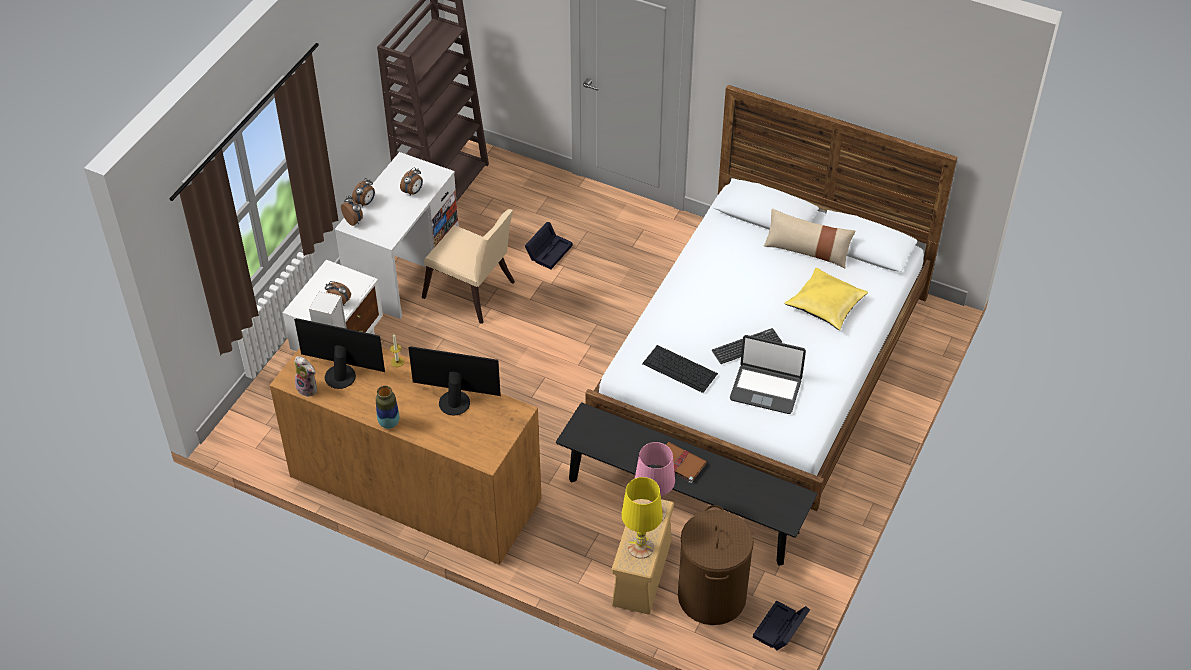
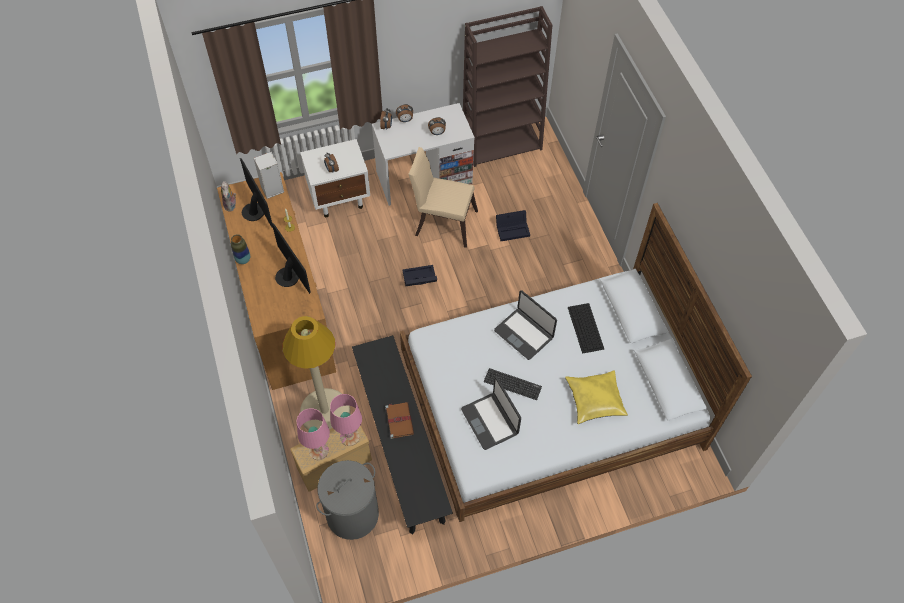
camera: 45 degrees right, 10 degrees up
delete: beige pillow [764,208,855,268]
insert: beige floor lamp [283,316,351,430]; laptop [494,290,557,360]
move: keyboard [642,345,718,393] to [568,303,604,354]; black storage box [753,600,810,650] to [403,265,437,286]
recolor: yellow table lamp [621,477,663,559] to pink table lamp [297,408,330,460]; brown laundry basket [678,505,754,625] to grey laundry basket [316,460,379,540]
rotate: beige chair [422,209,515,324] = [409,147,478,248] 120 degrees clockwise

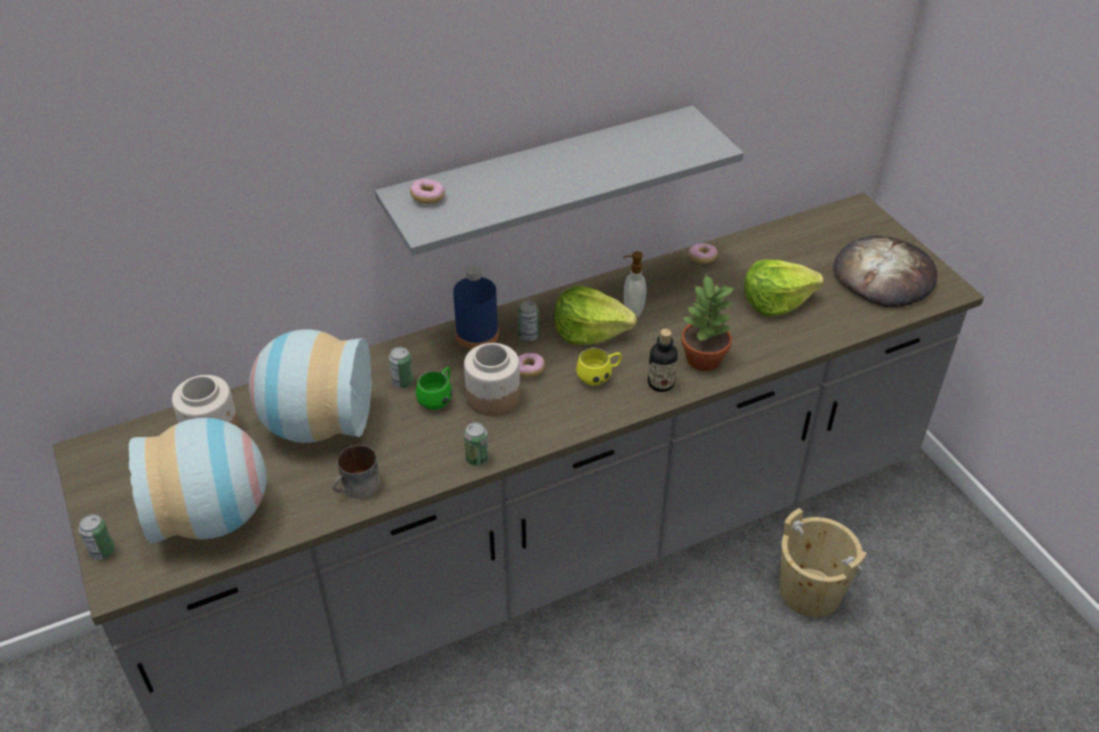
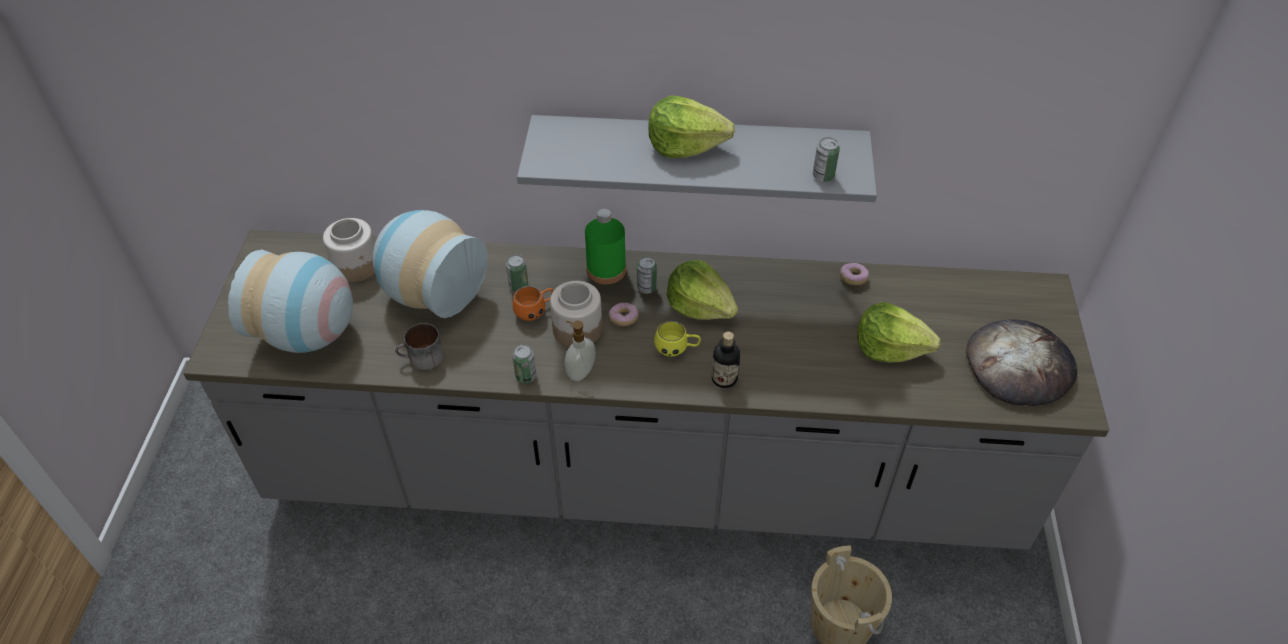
camera: 30 degrees right, 5 degrees up
delete: donut [410,179,445,204]; potted plant [681,275,735,371]
insert: lettuce [649,95,735,158]
move: can [78,514,115,560] to [813,137,840,182]; soap dispenser [623,251,646,318] to [565,321,596,381]
recolor: green mug [416,367,452,410] to orange mug [512,286,554,321]; blue bottle [453,266,499,349] to green bottle [585,209,626,284]

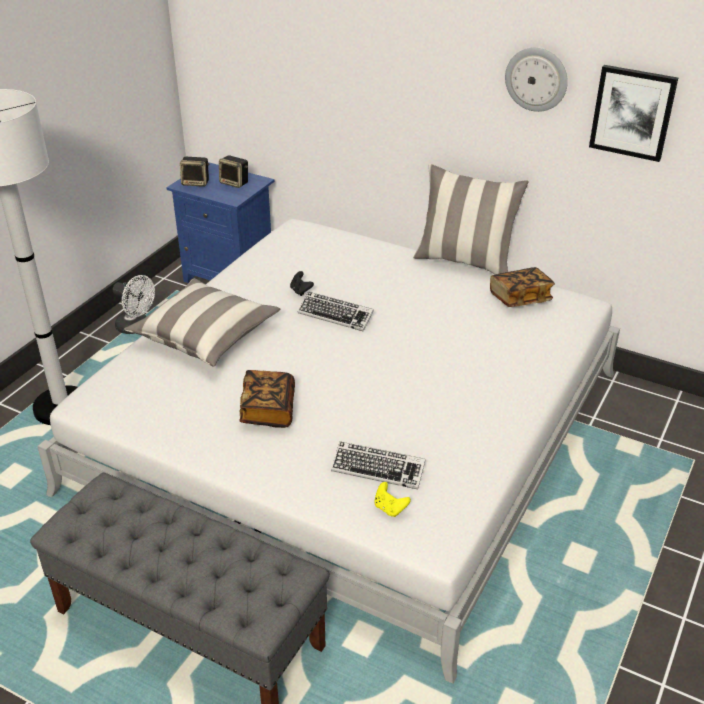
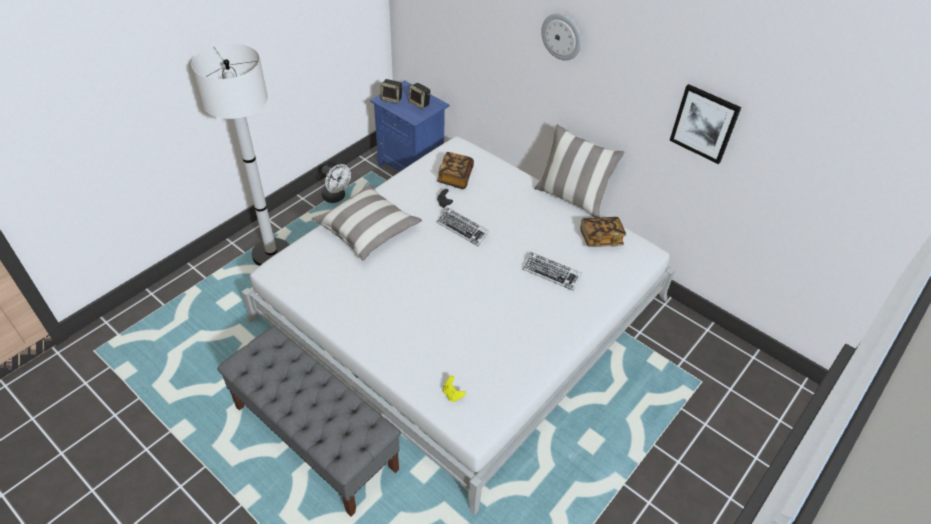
camera: 10 degrees right, 10 degrees up
move: book [240,370,295,428] to [437,152,474,189]; keyboard [331,441,426,489] to [523,252,582,291]; wall clock [505,48,568,112] to [541,14,581,61]

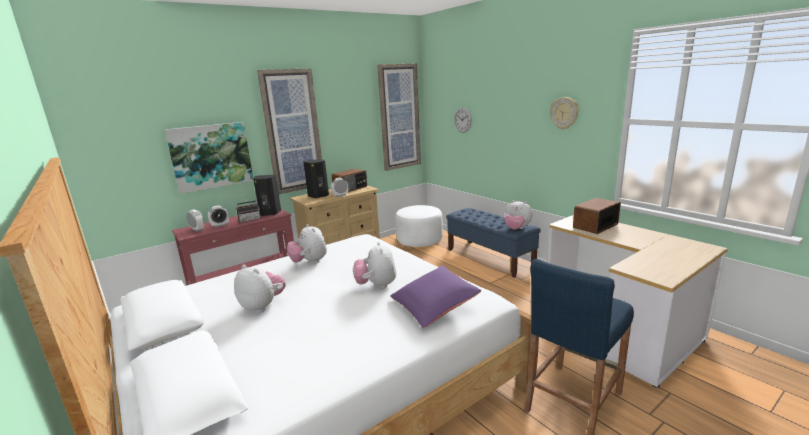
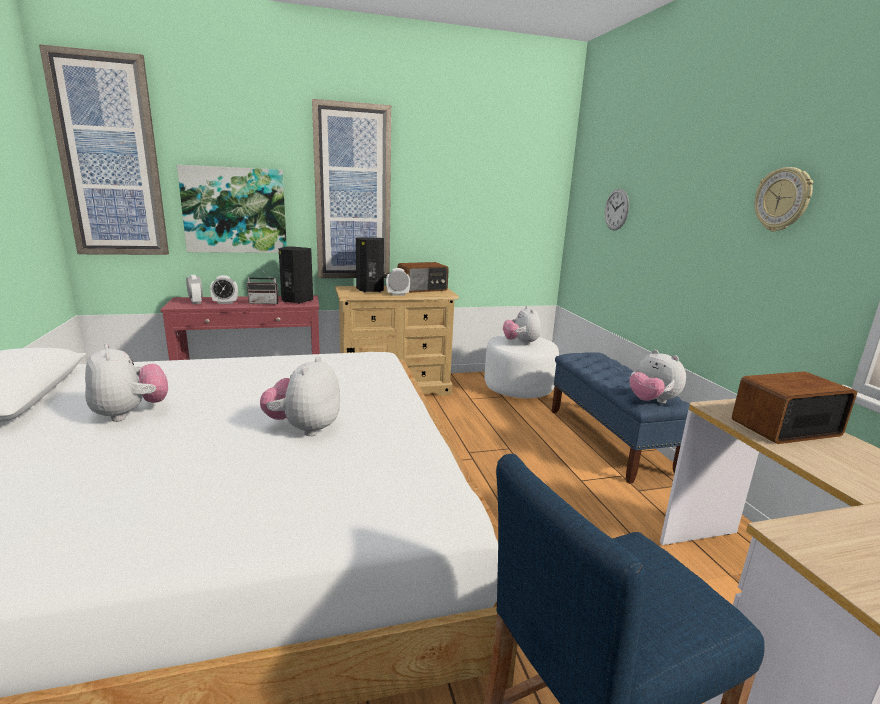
camera: 20 degrees right, 0 degrees up
delete: purple pillow [390,265,481,328]
move: plush toy [287,224,327,264] to [503,306,541,345]; picture [377,63,421,171] to [39,44,169,255]

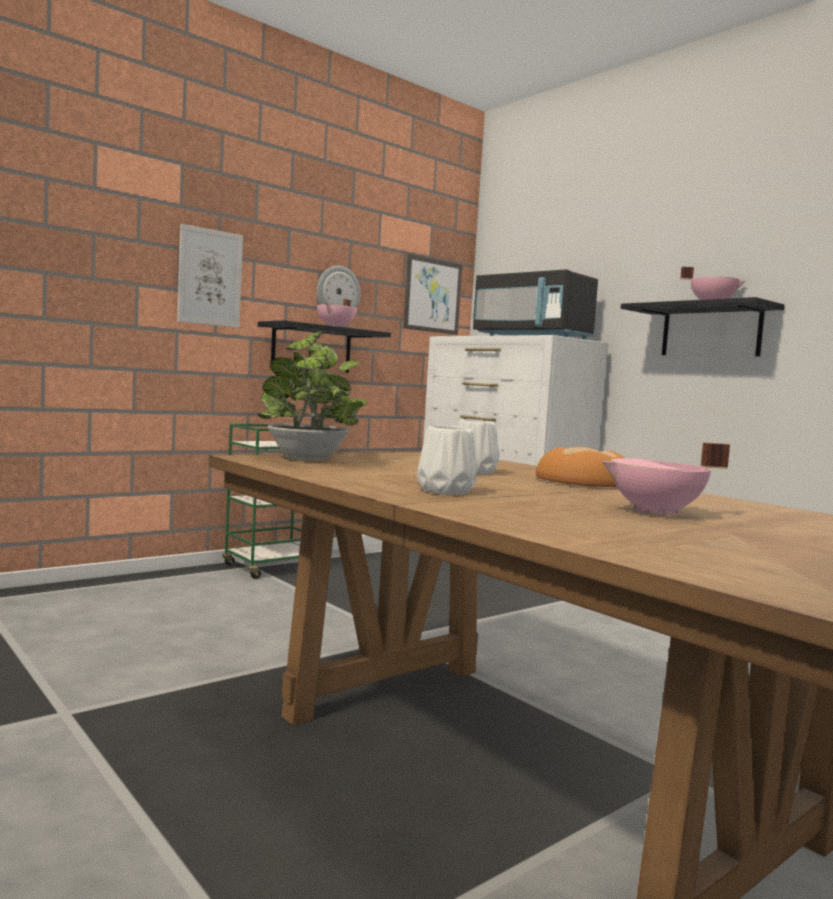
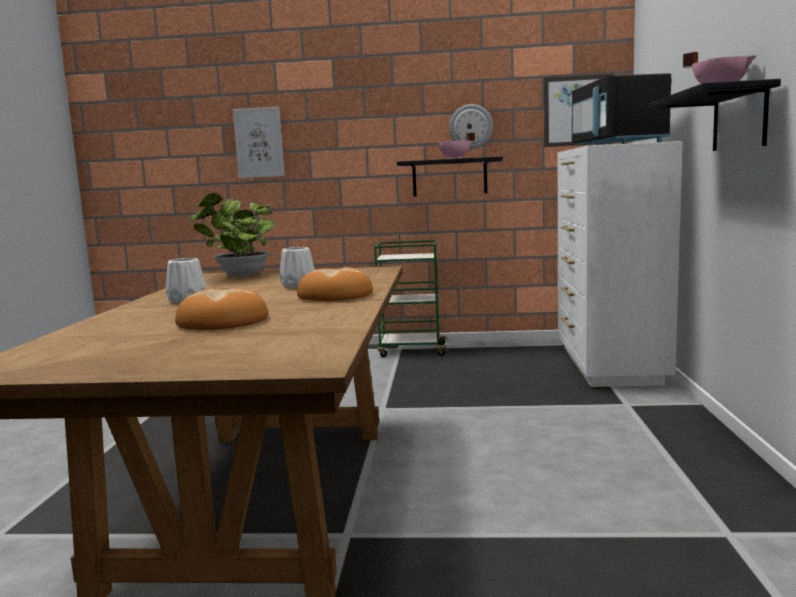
camera: 45 degrees right, 5 degrees up
move: picture [177,224,243,328] to [233,107,285,178]
replace: pink cooking pot [601,443,730,517] to bread [175,288,269,330]

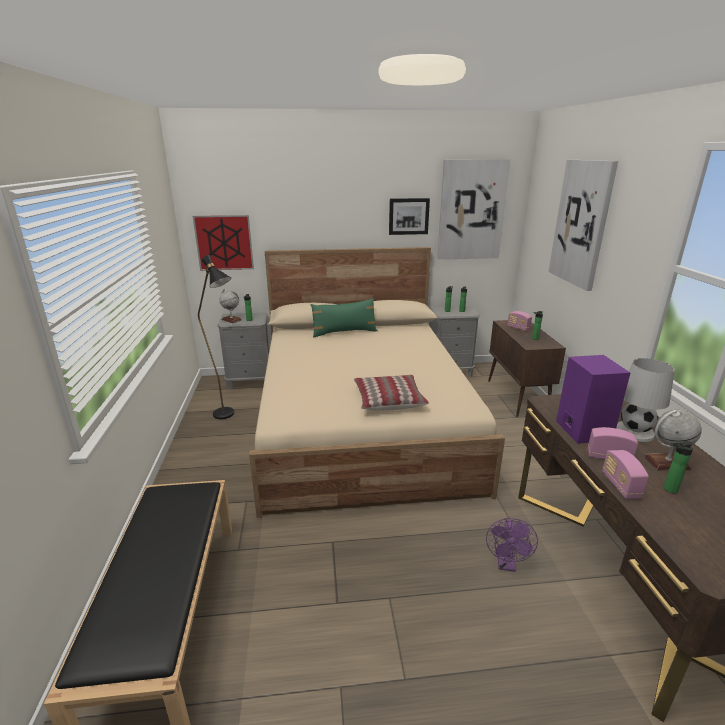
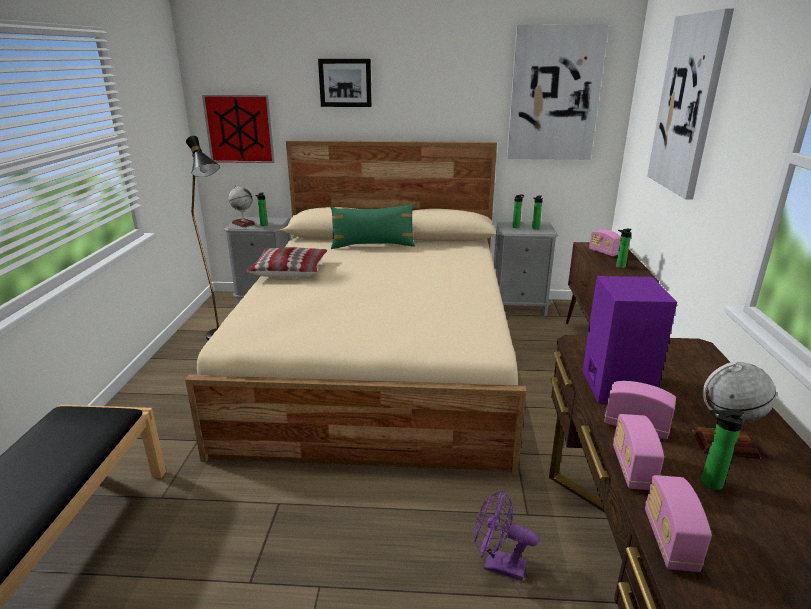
camera: 10 degrees right, 0 degrees up
delete: white table lamp [616,358,675,442]
insert: radio [645,475,712,572]
move: pillow [354,375,429,411] to [246,247,327,278]; picture [389,198,430,235] to [318,59,372,107]
rotate: purple fan [486,518,538,572] = [474,489,539,581] 90 degrees clockwise

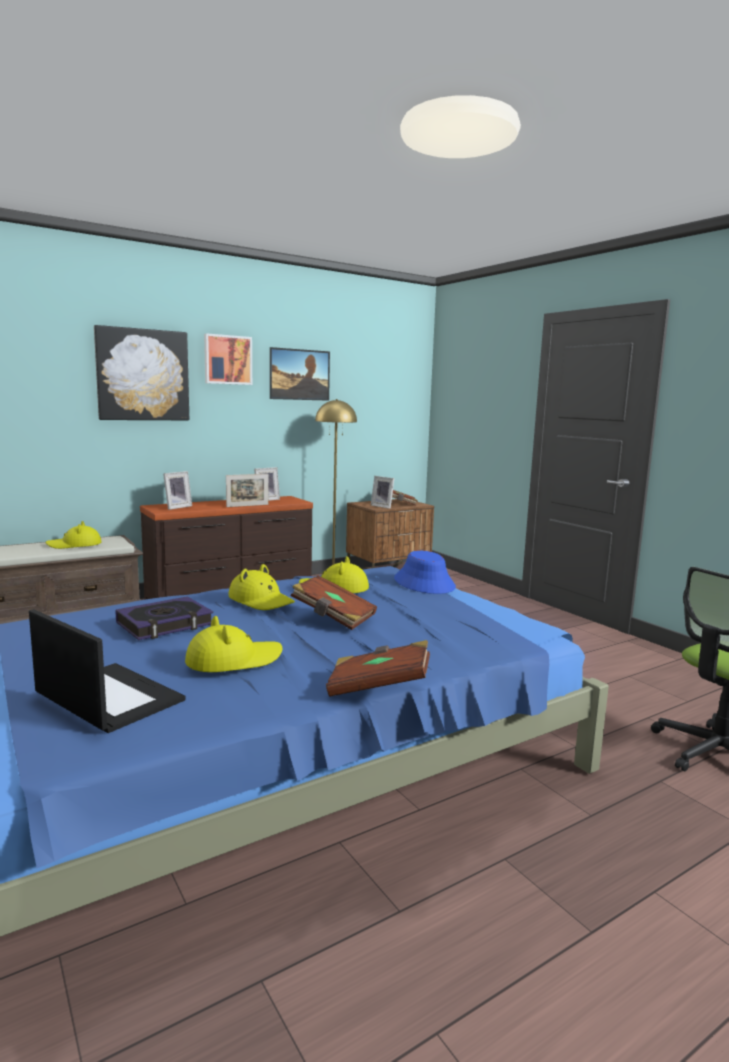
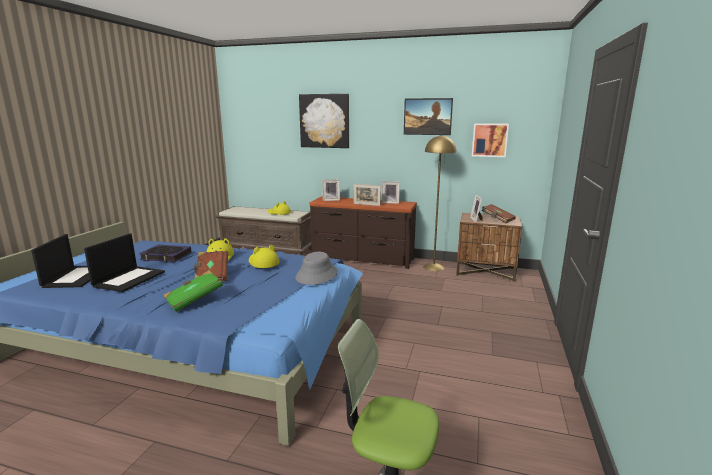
camera: 50 degrees right, 5 degrees up
delete: brown book [326,640,430,697]
insert: green book [163,270,223,312]
move: picture [204,333,252,385] to [472,123,509,157]
replace: yellow hat [185,616,282,672] to laptop [84,233,165,292]
recolor: blue hat [394,550,456,594] to grey hat [295,252,338,285]

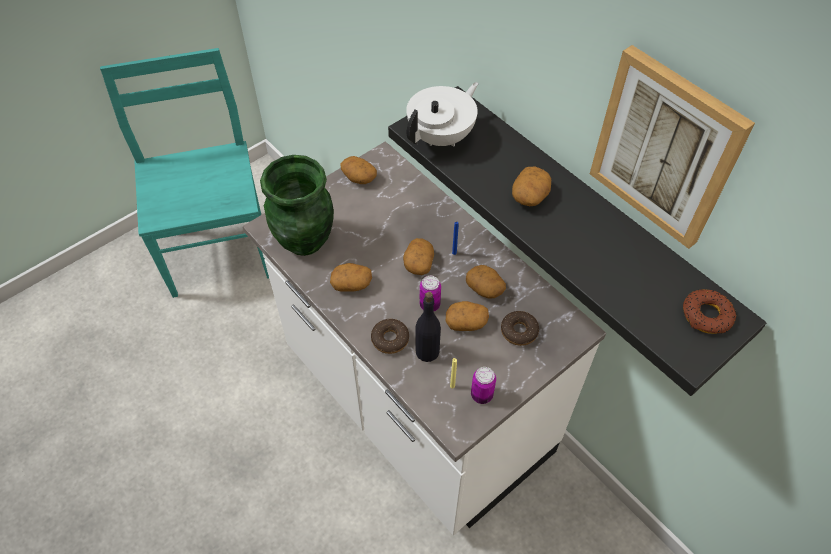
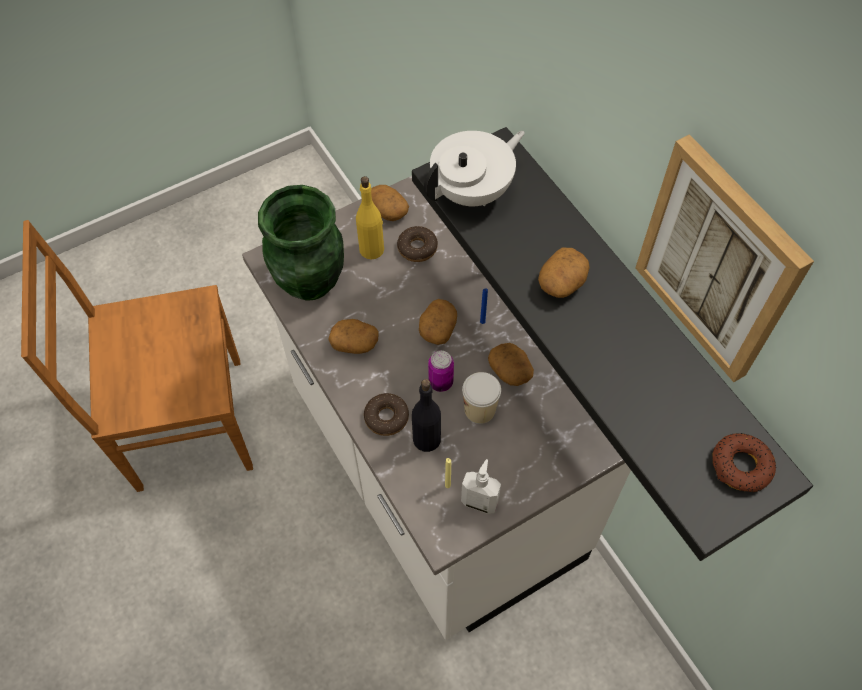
camera: 10 degrees right, 5 degrees up
delete: turquoise chair [100,48,269,298]
insert: brown chair [21,220,253,492]; yellow bottle [356,176,384,259]
move: donut [501,311,539,346] to [397,226,438,262]
replace: potato [446,301,489,331] to cup [462,372,501,424]; can [471,367,496,404] to soap dispenser [461,459,501,514]

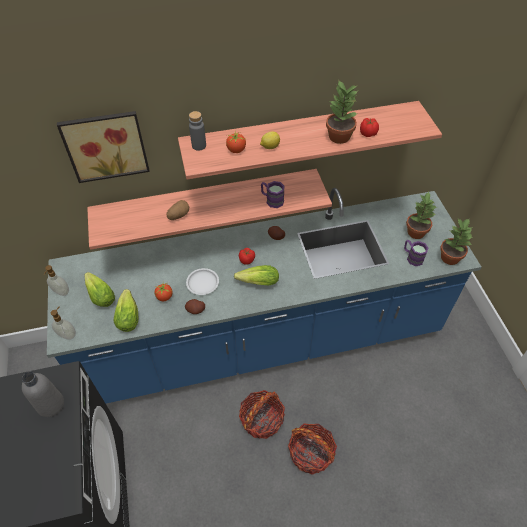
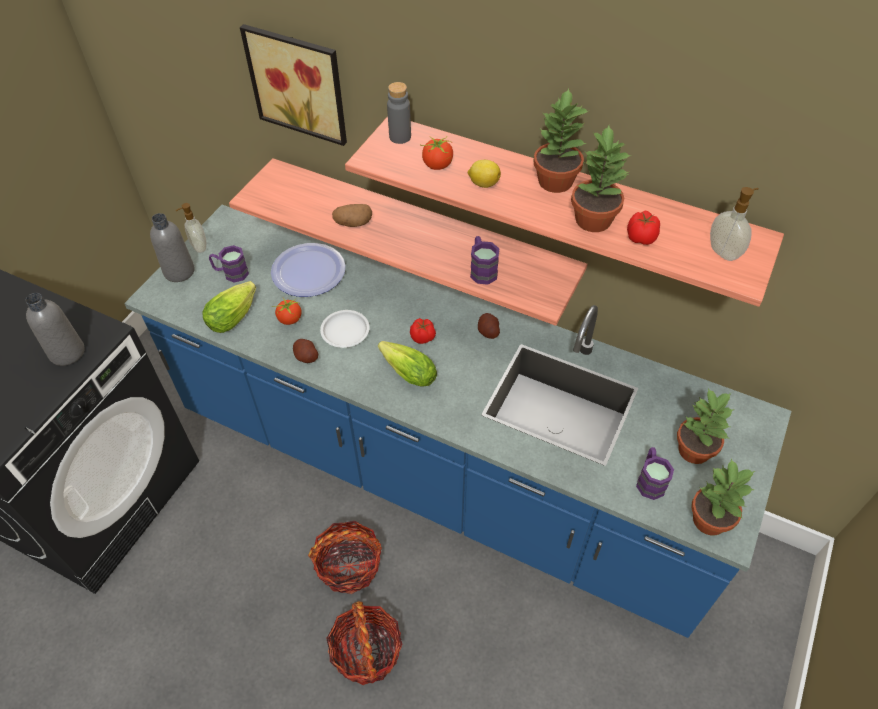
camera: 40 degrees right, 0 degrees up
insert: grey bottle [150,213,194,282]; plate [271,243,346,297]; potted plant [533,88,590,193]
move: soap dispenser [51,307,76,340] to [710,187,759,261]
replace: lettuce [84,272,115,307] to purple mug [209,245,249,283]

